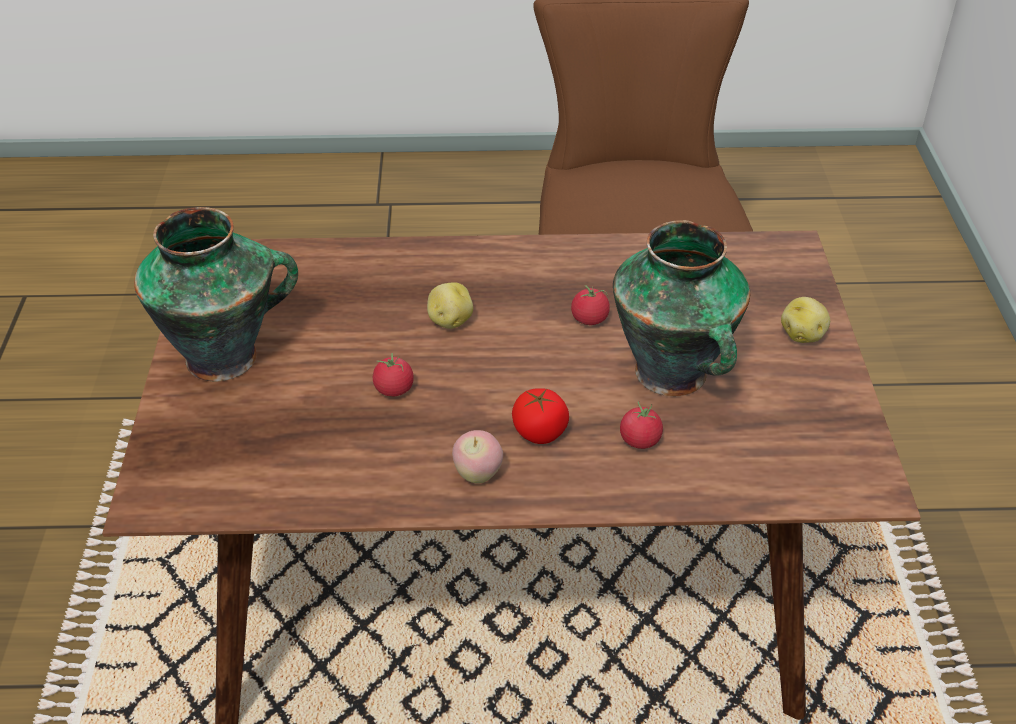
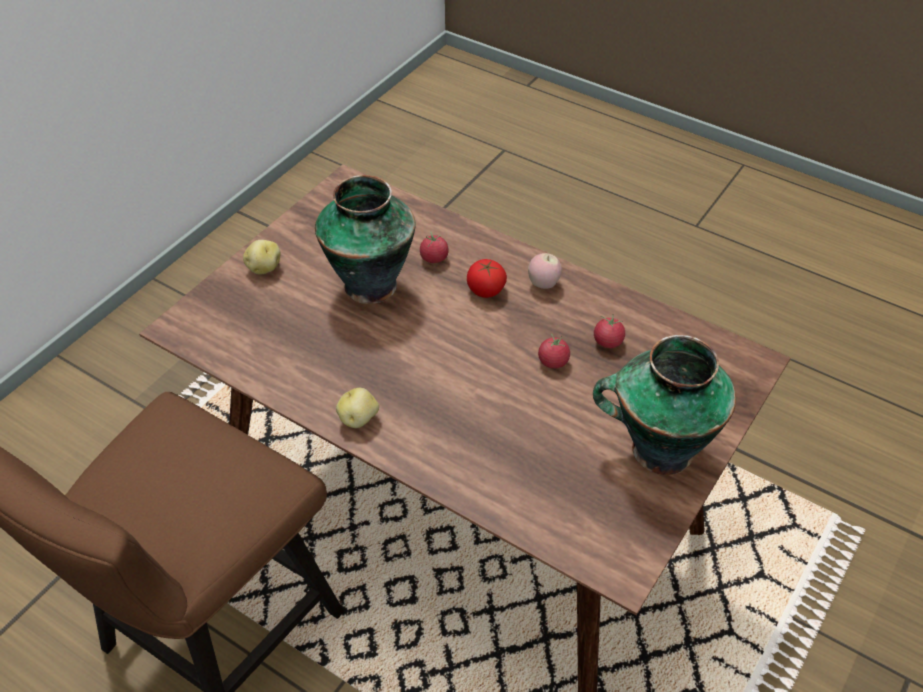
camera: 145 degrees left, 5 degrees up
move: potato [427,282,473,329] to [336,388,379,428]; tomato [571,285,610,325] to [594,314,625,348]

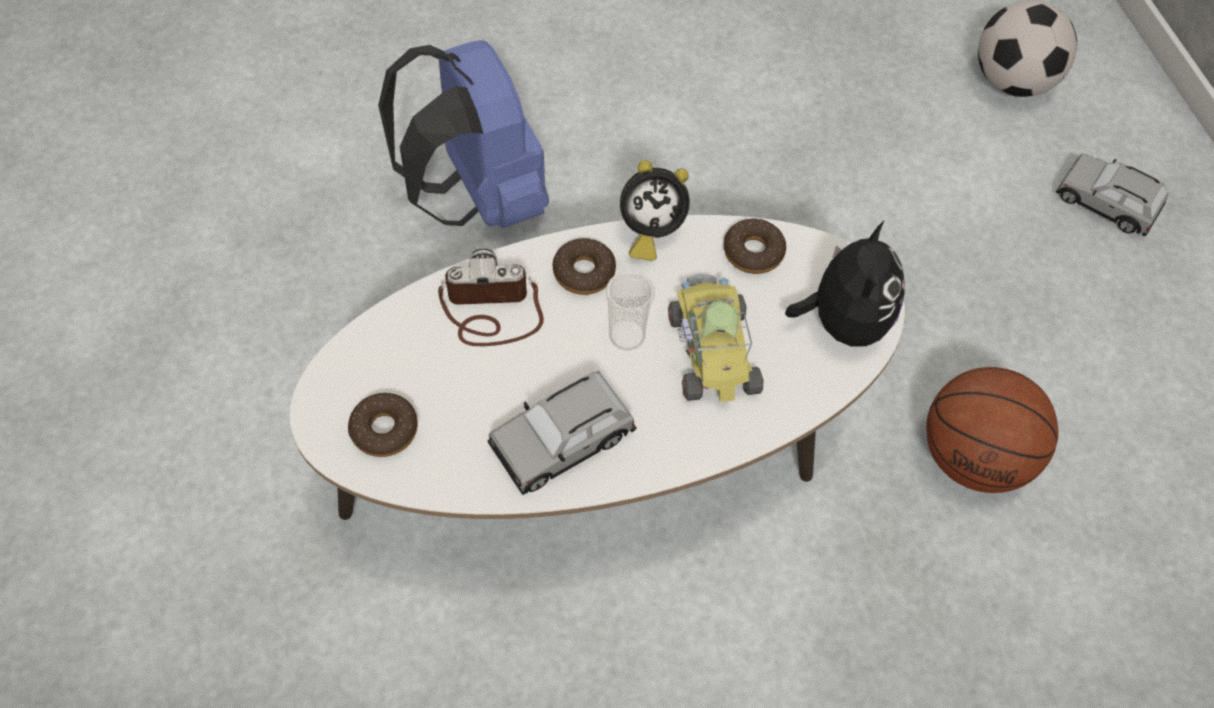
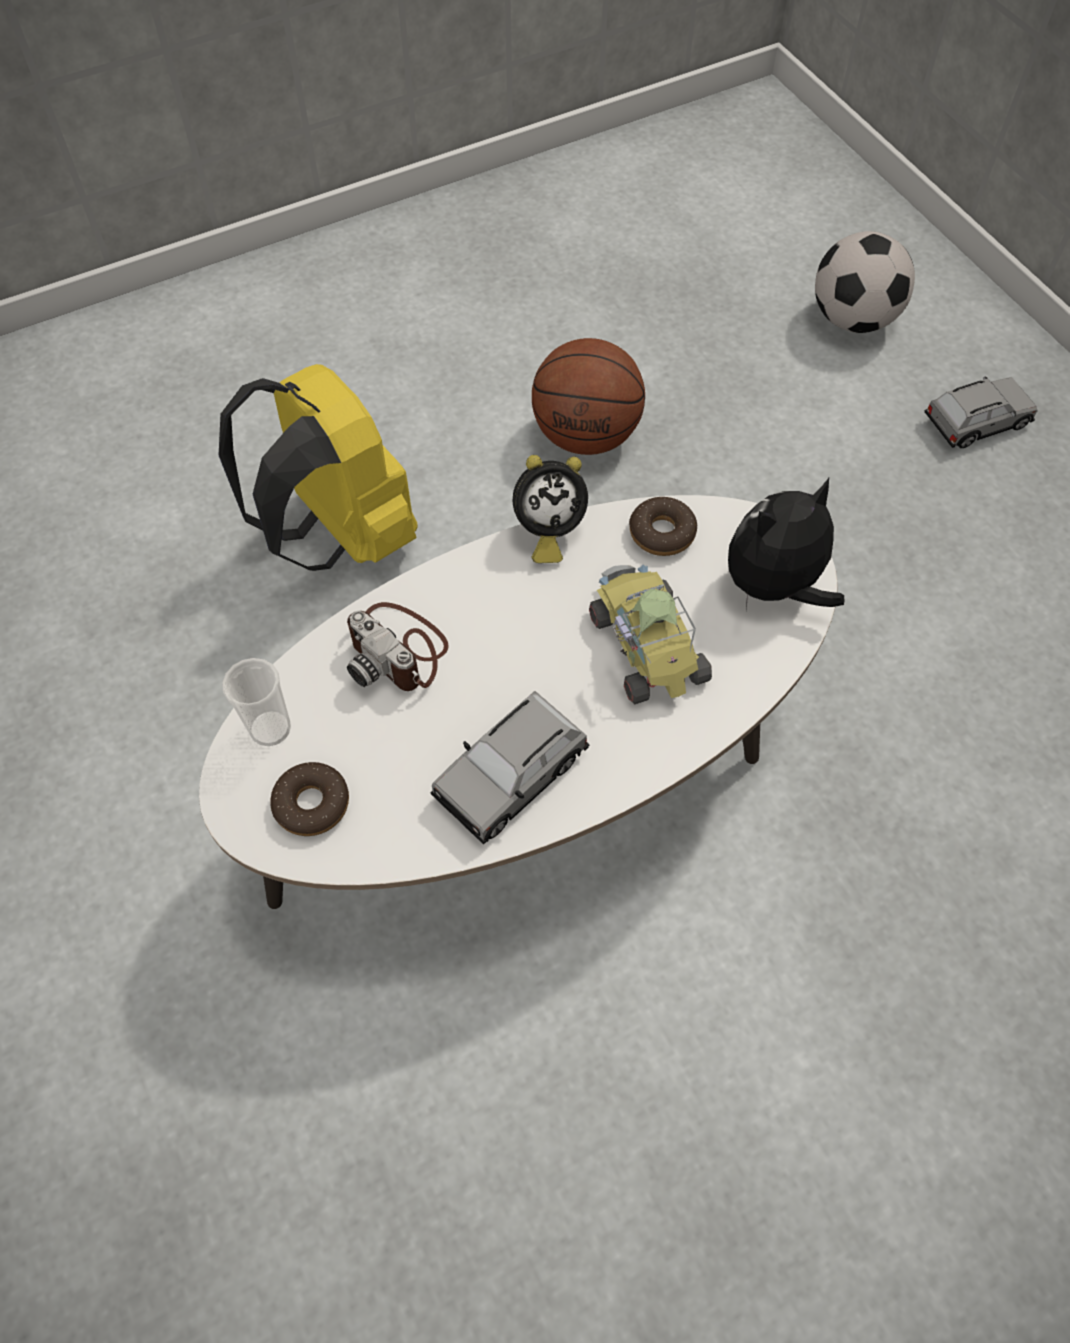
camera: 10 degrees left, 0 degrees up
delete: donut [553,238,616,295]
move: cup [606,271,655,350] to [222,658,291,746]; basketball [926,367,1059,493] to [532,338,645,455]
recolor: blue backpack [378,40,549,229] to yellow backpack [218,364,418,571]
rotate: photo camera [438,249,544,346] = [347,602,449,691] 120 degrees counterclockwise; plush toy [785,221,905,346] = [728,478,845,612] 120 degrees counterclockwise; grey toy car [1056,153,1169,236] = [925,376,1037,448] 135 degrees clockwise

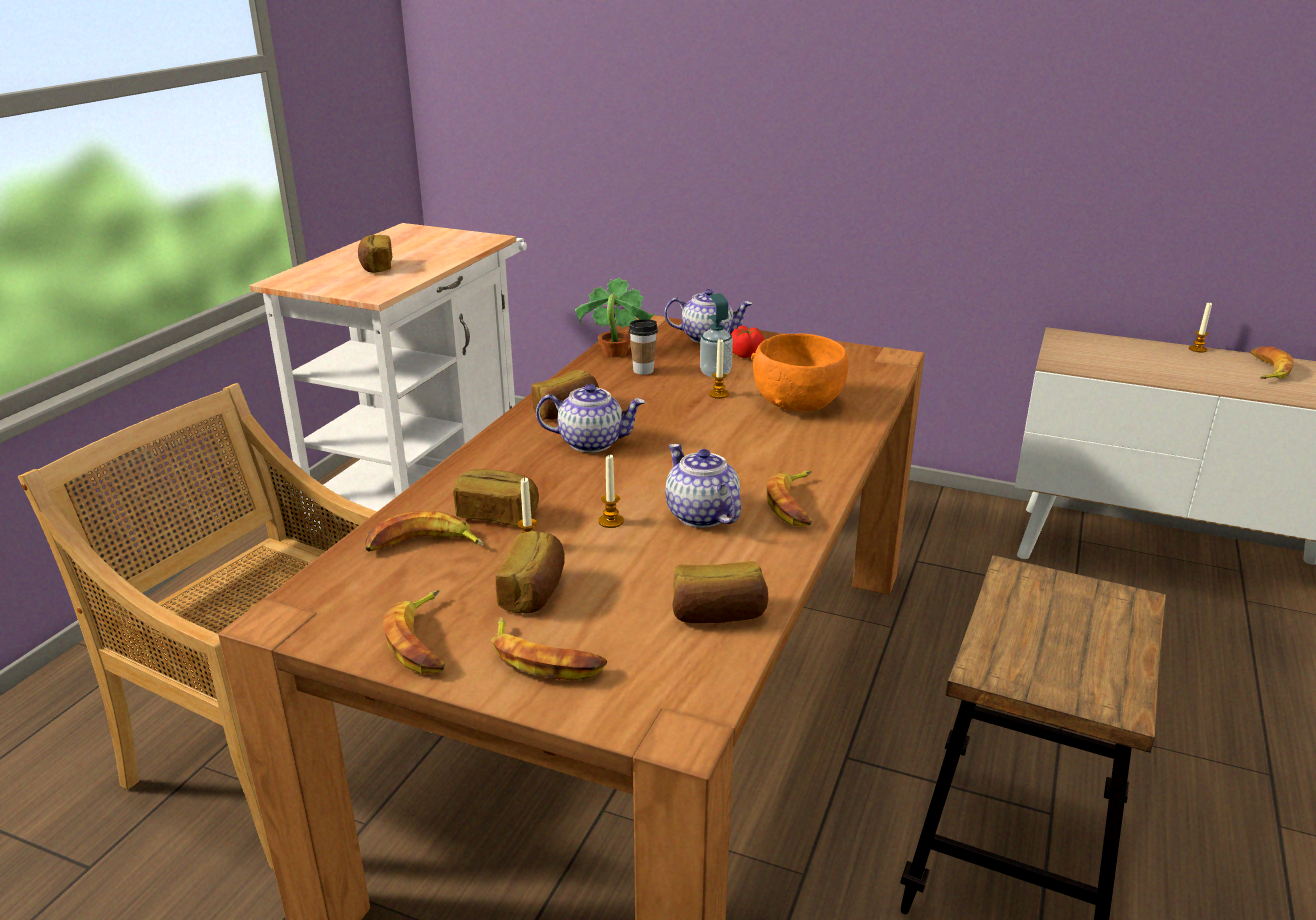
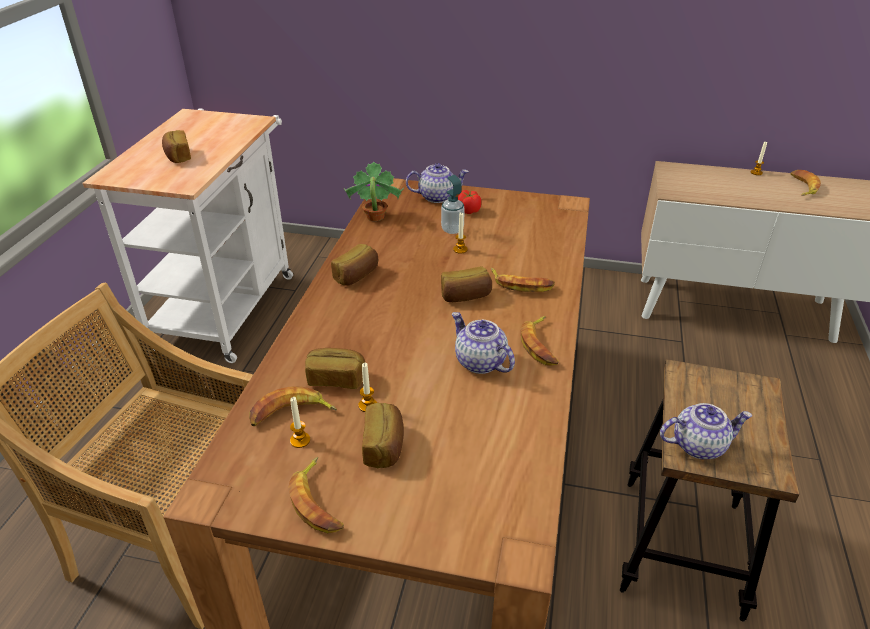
camera: 10 degrees left, 10 degrees up
delete: cup [629,319,658,375]; orange bowl [751,334,848,412]
move: banana [491,617,607,680] to [491,268,555,292]; teapot [536,384,645,453] to [660,403,752,459]; candle [598,454,624,528] to [290,397,310,448]; bread [672,561,768,623] to [441,266,492,302]

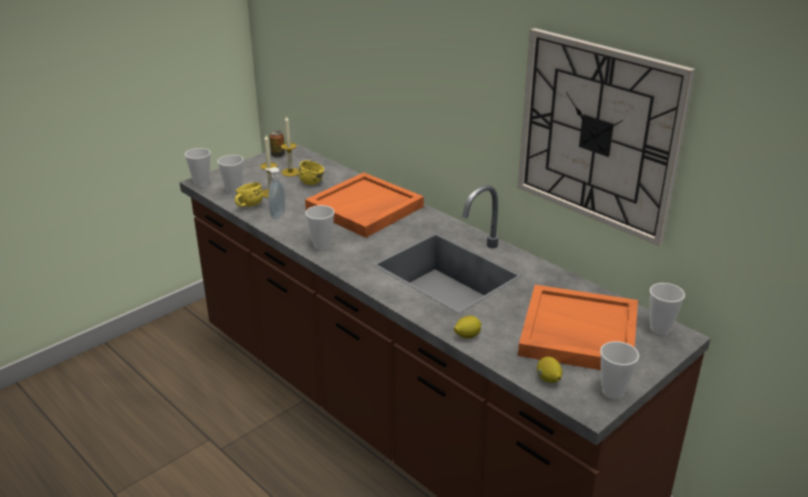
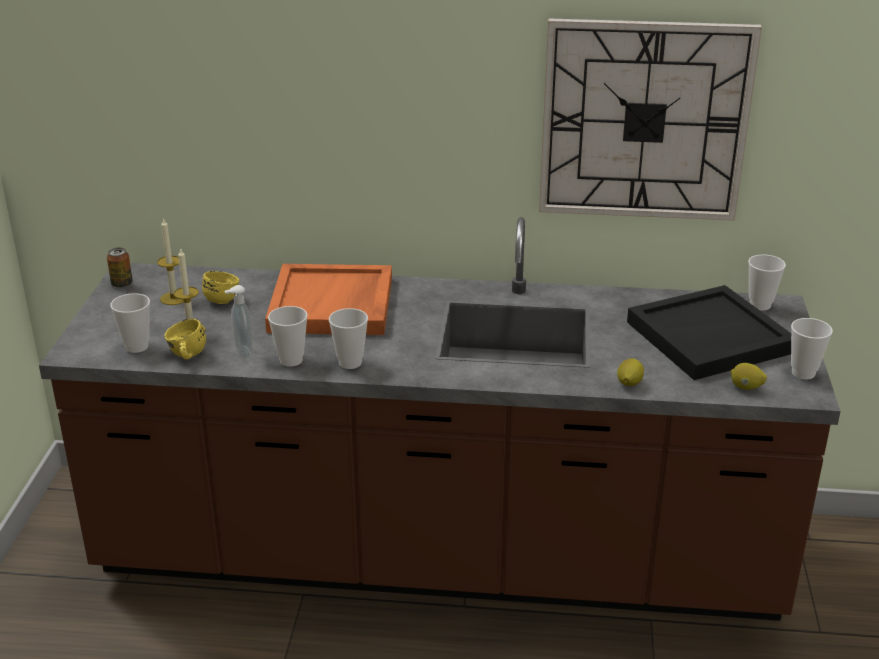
camera: 40 degrees left, 0 degrees up
move: cup [185,148,210,187] to [268,306,308,367]
recolor: orange tray [518,285,638,370] to black tray [627,285,791,380]

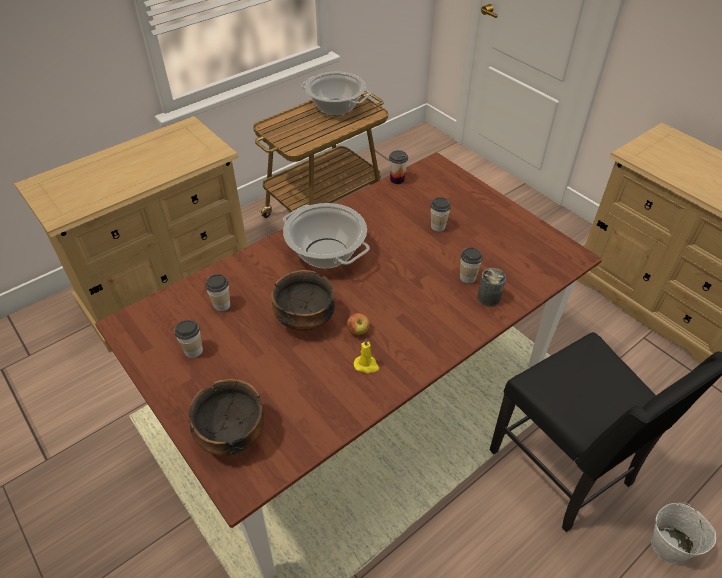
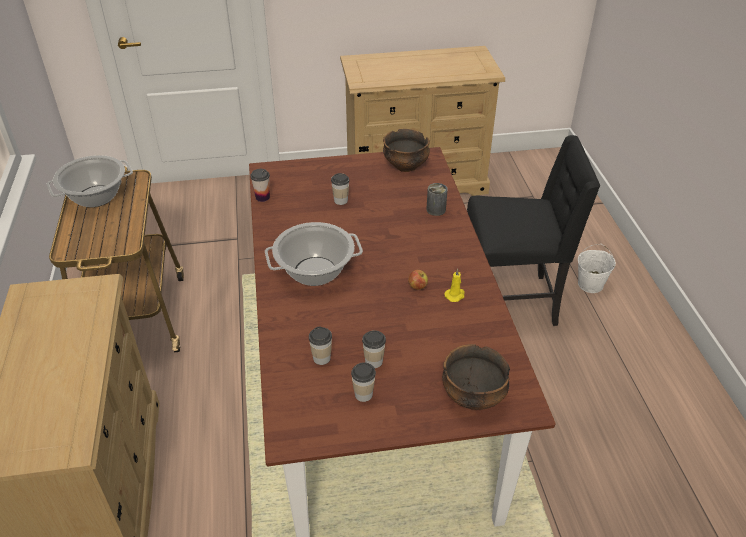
camera: 60 degrees left, 5 degrees down
move: bowl [271,270,335,331] to [383,129,430,172]; cup [460,248,483,284] to [362,330,386,368]

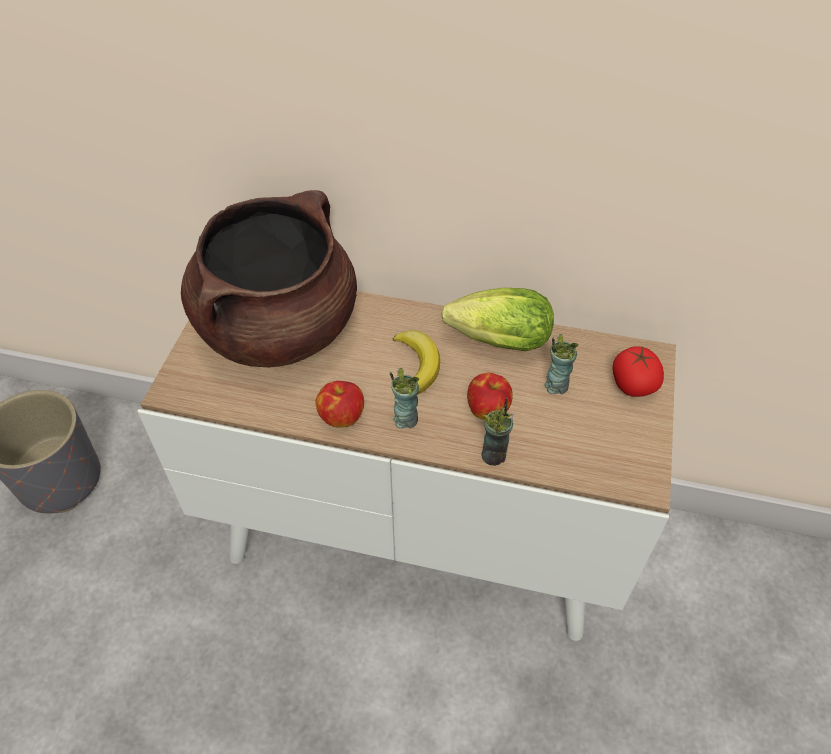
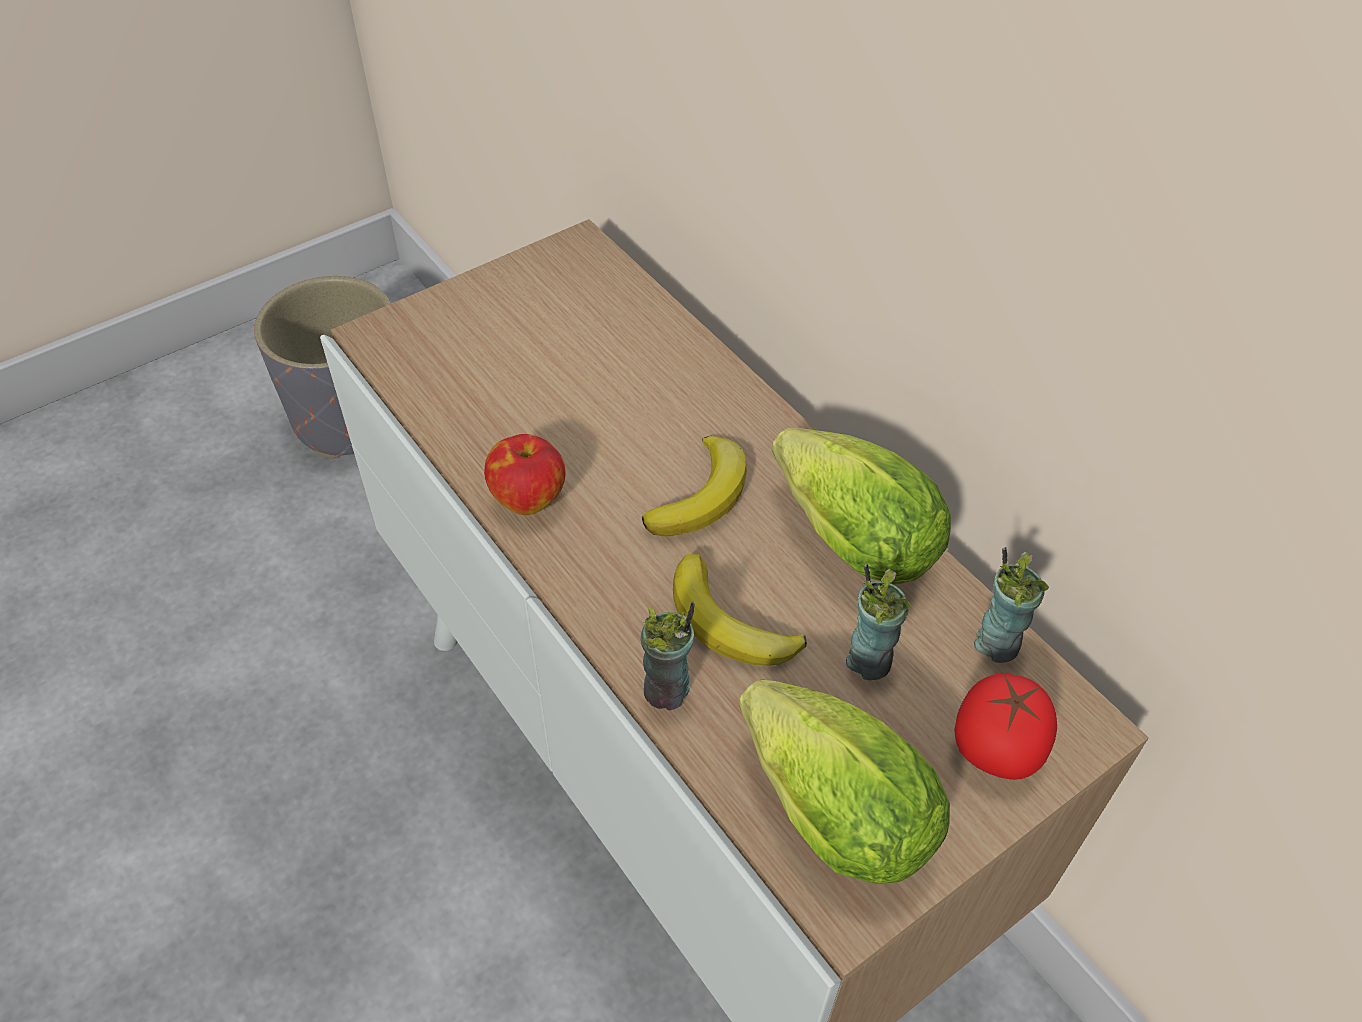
camera: 40 degrees right, 0 degrees up
delete: brown cooking pot [181,190,357,367]
insert: lettuce [739,680,950,884]
move: cup [390,368,419,429] to [974,547,1049,663]
replace: apple [467,372,513,420] to banana [673,554,807,666]

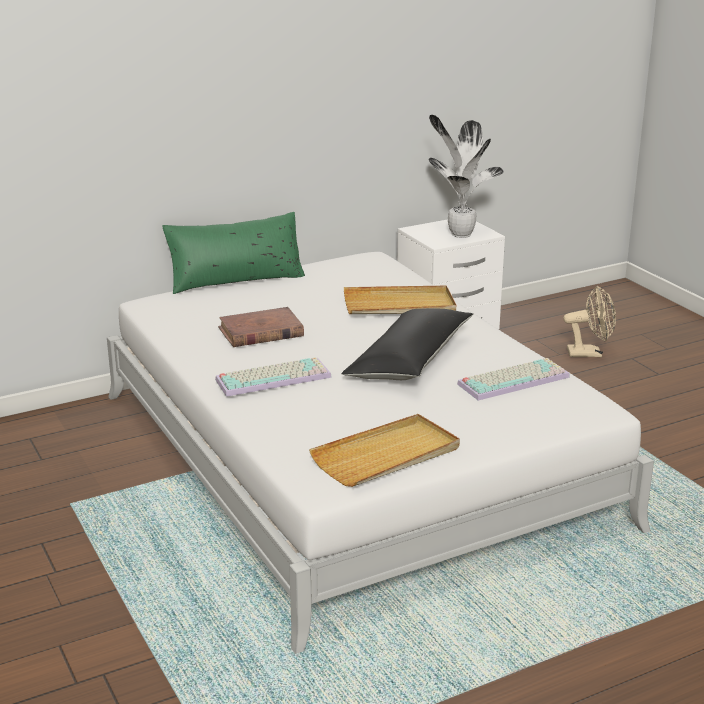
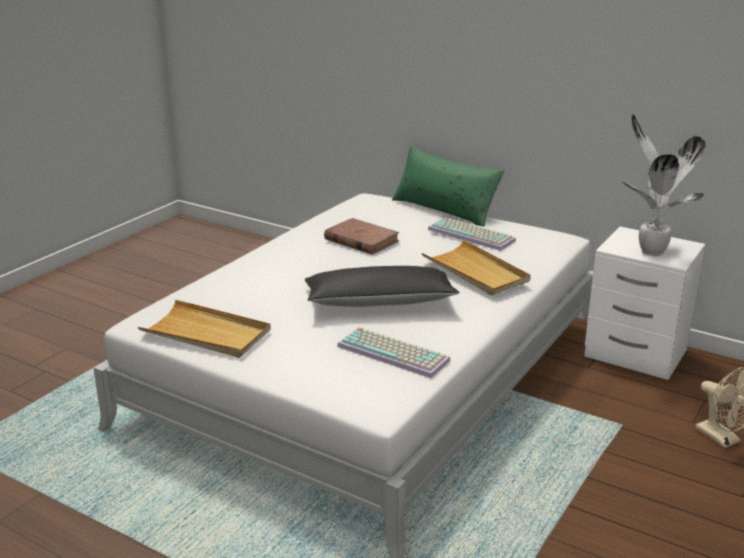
camera: 60 degrees right, 0 degrees up
move: keyboard [215,357,332,397] to [428,217,516,251]

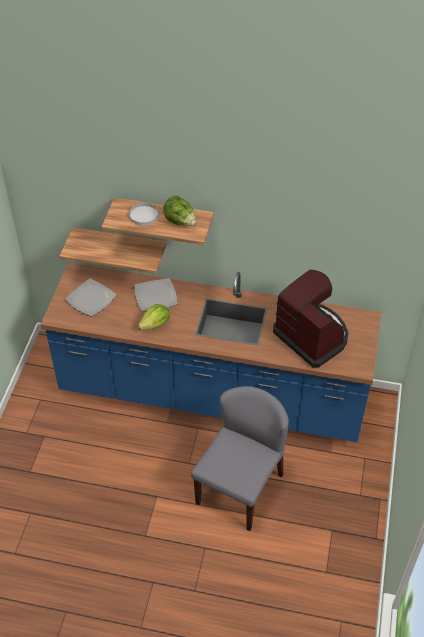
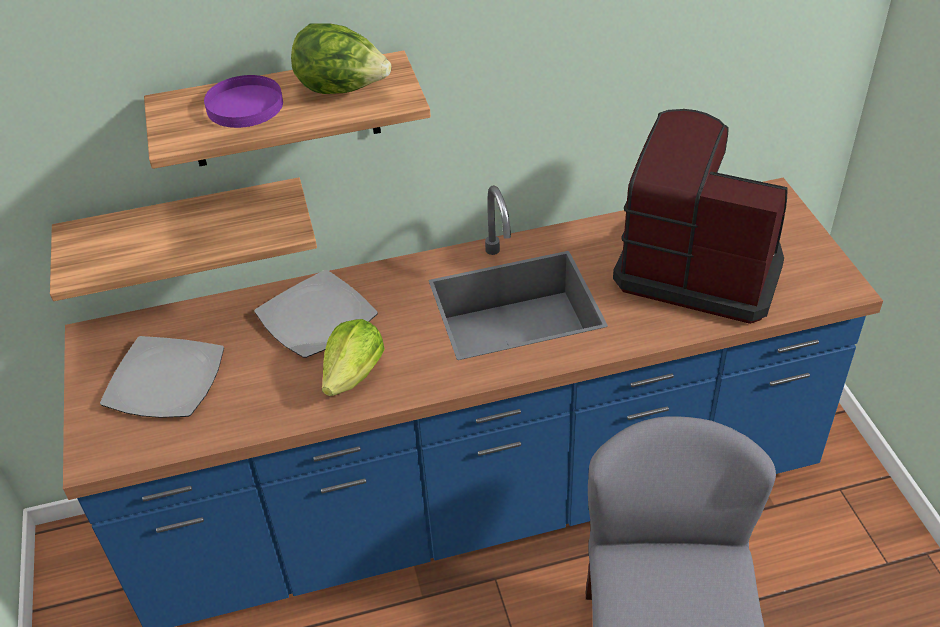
camera: 25 degrees left, 5 degrees down
recolor: white plate [129,203,158,226] to purple plate [204,75,283,128]

